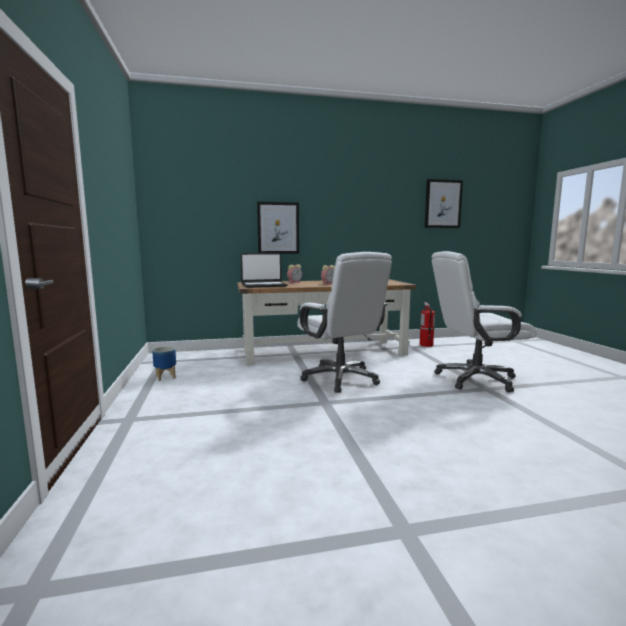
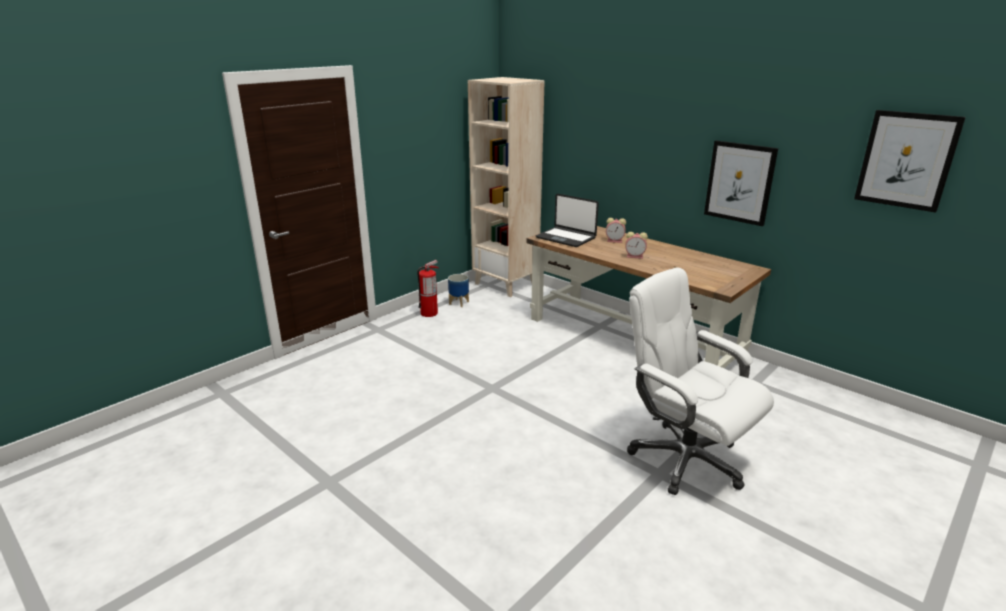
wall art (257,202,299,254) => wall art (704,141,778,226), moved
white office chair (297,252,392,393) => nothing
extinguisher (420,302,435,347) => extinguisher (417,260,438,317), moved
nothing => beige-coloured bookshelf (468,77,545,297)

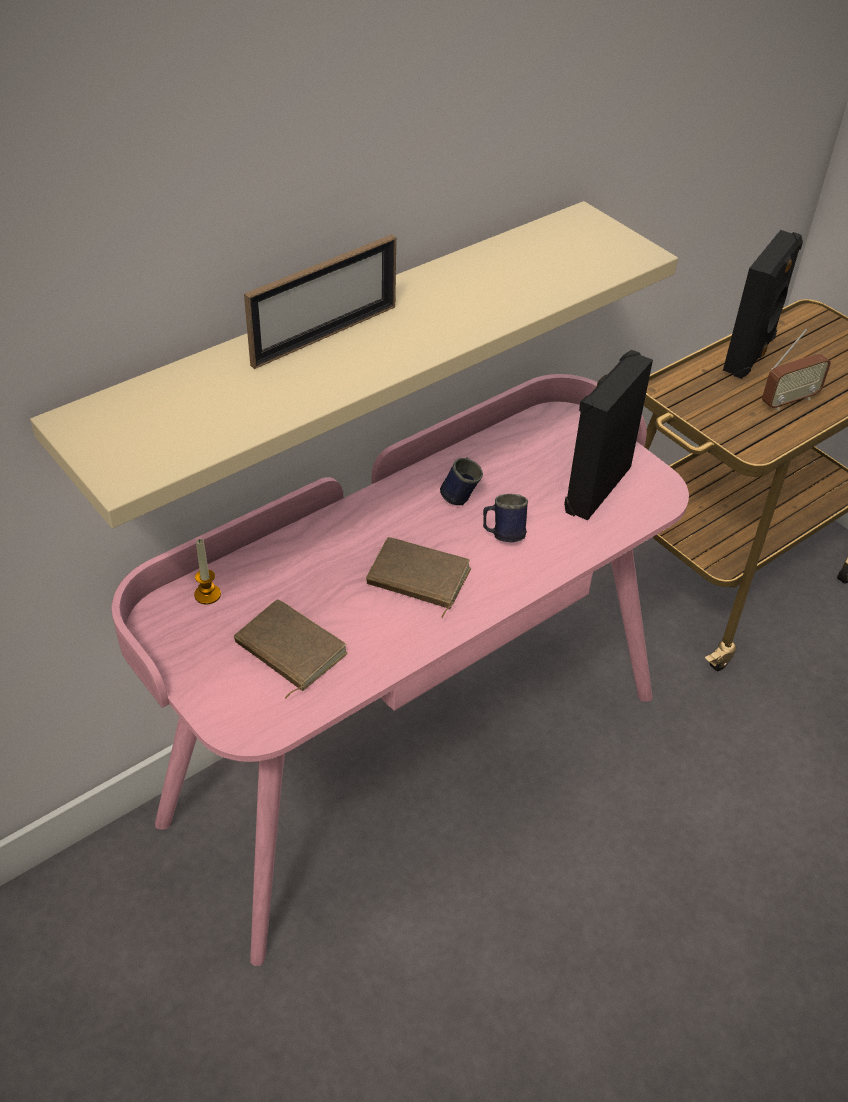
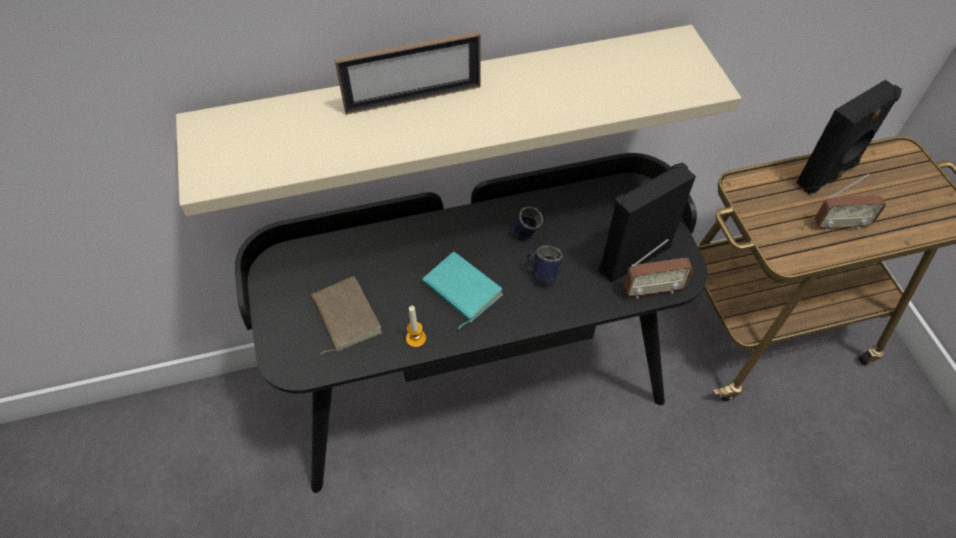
pink desk (111,374,689,966) => blackish desk (235,153,708,493)
brownish volume (366,537,471,618) => blue-green volume (422,252,503,329)
wax candle (194,539,221,605) => wax candle (406,306,426,348), moved
nothing => radio set (624,239,693,299)

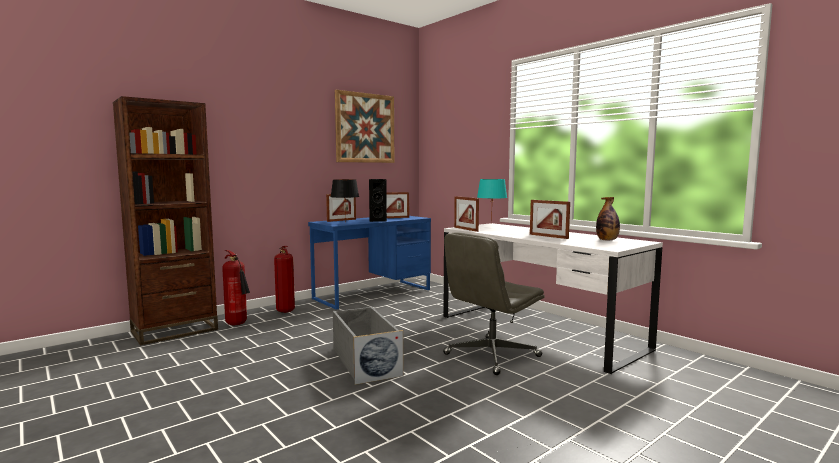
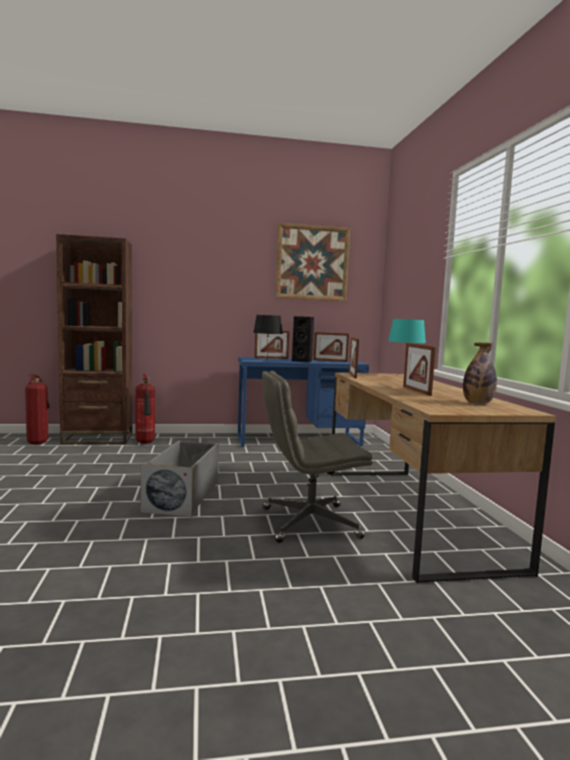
white desk (443,223,663,374) => brownish desk (330,373,556,584)
extinguisher (274,246,295,313) => extinguisher (25,374,49,444), moved

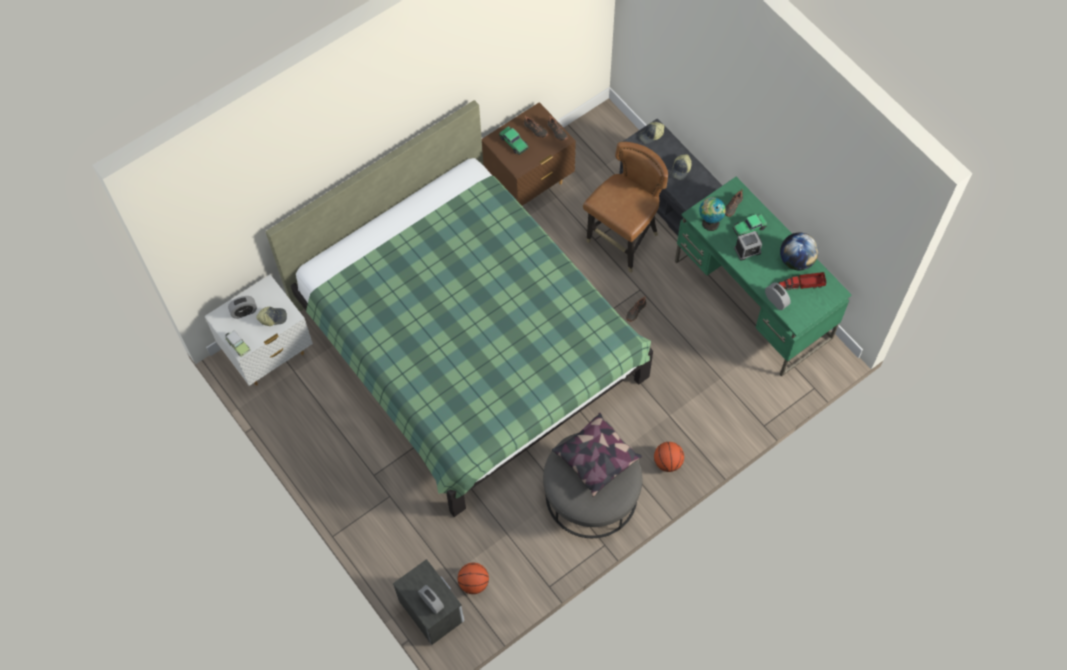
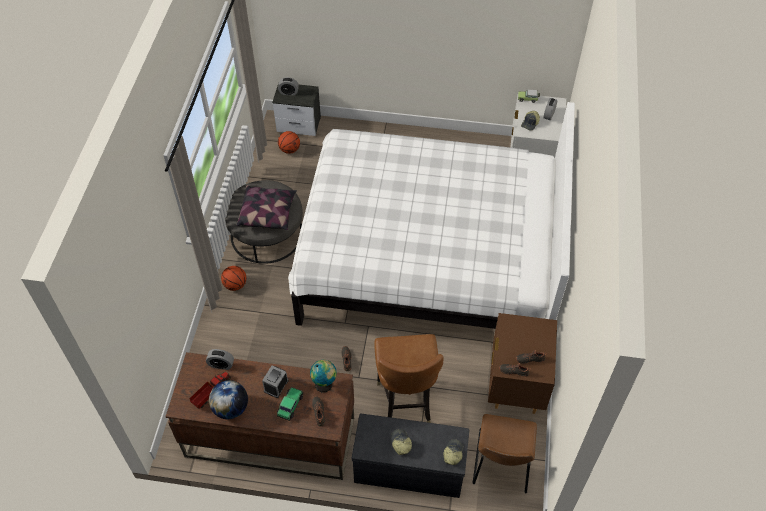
green bed (266,100,653,517) => white bed (288,102,575,329)
miniature car (499,126,529,155) => nothing
green desk (675,177,852,377) => brownish desk (165,352,354,480)
nothing => brownish plain chair (473,414,537,493)

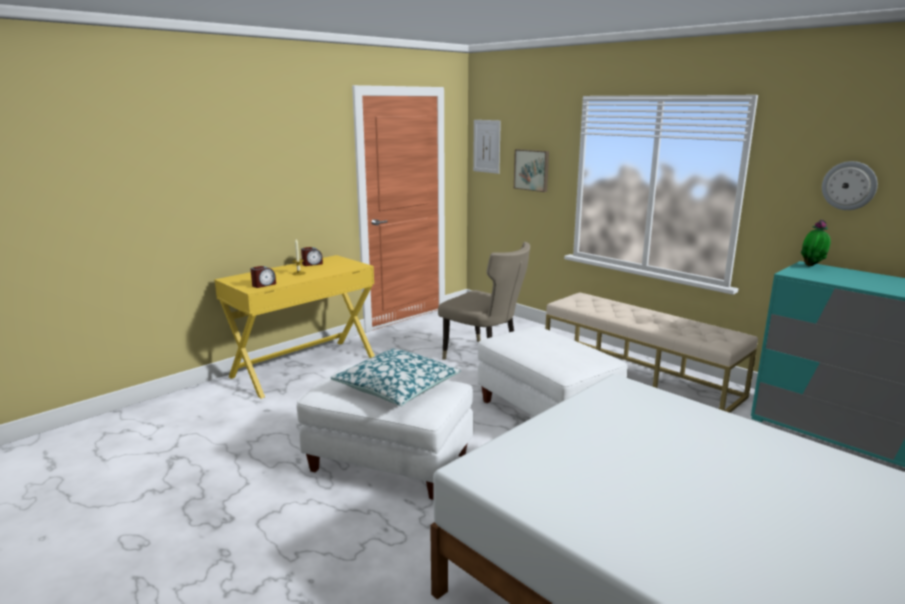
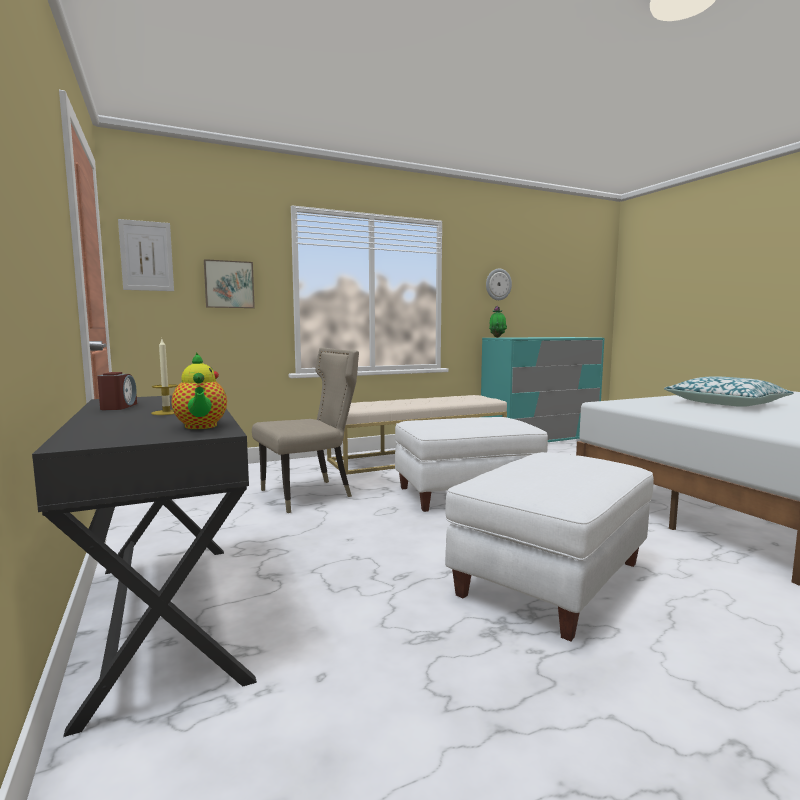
yellow desk (214,255,375,399) => blackish desk (32,395,257,737)
table clock (251,266,276,288) => tea pot (171,352,227,429)
throw pillow (331,348,461,406) => throw pillow (664,376,794,407), moved

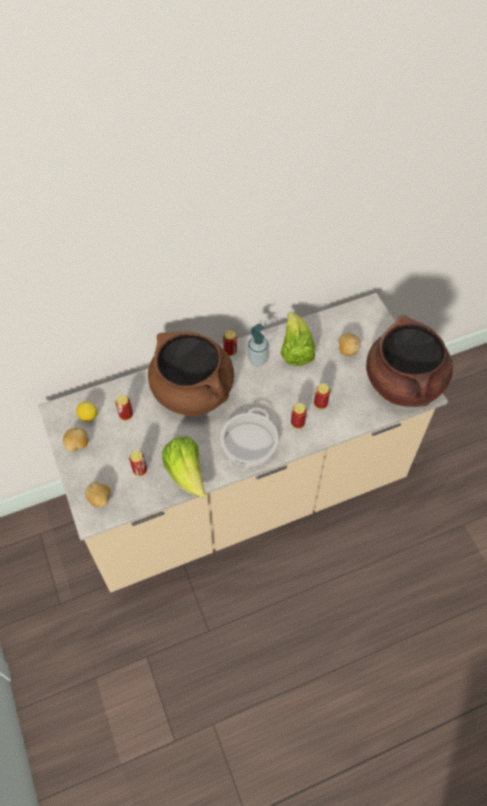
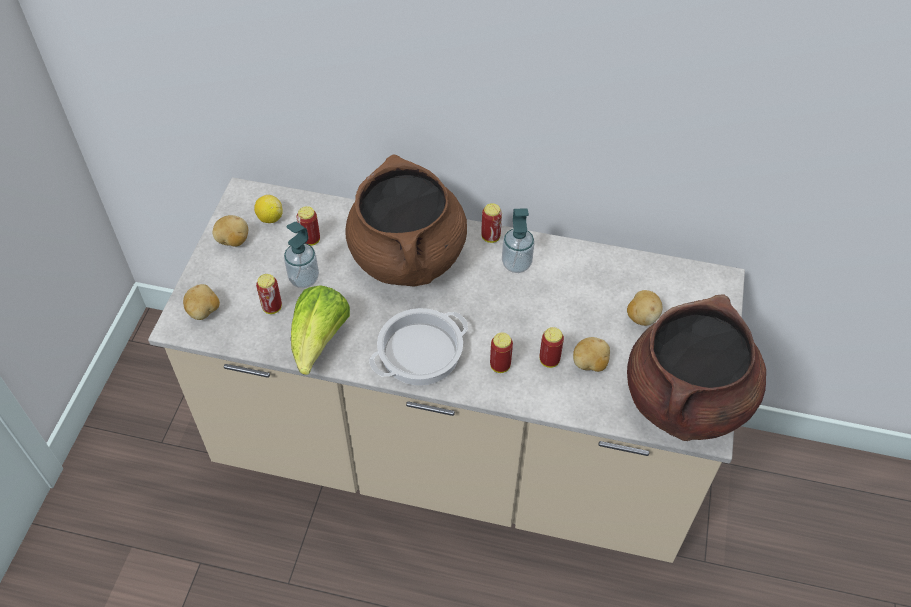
head of lettuce (281,312,315,366) => nothing
nothing => soap bottle (284,222,319,288)
nothing => whole potato (573,337,610,372)

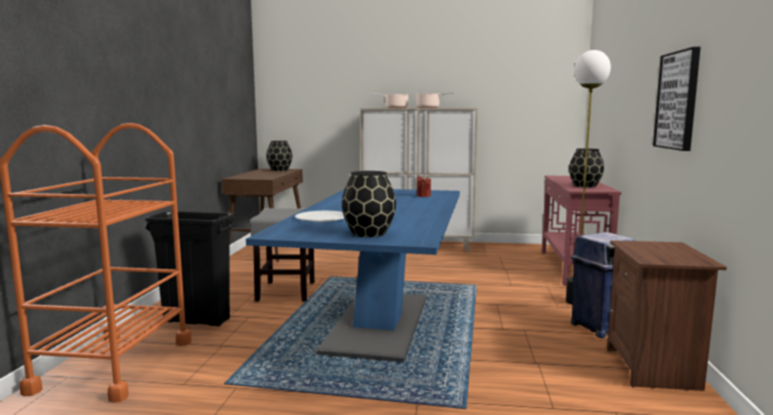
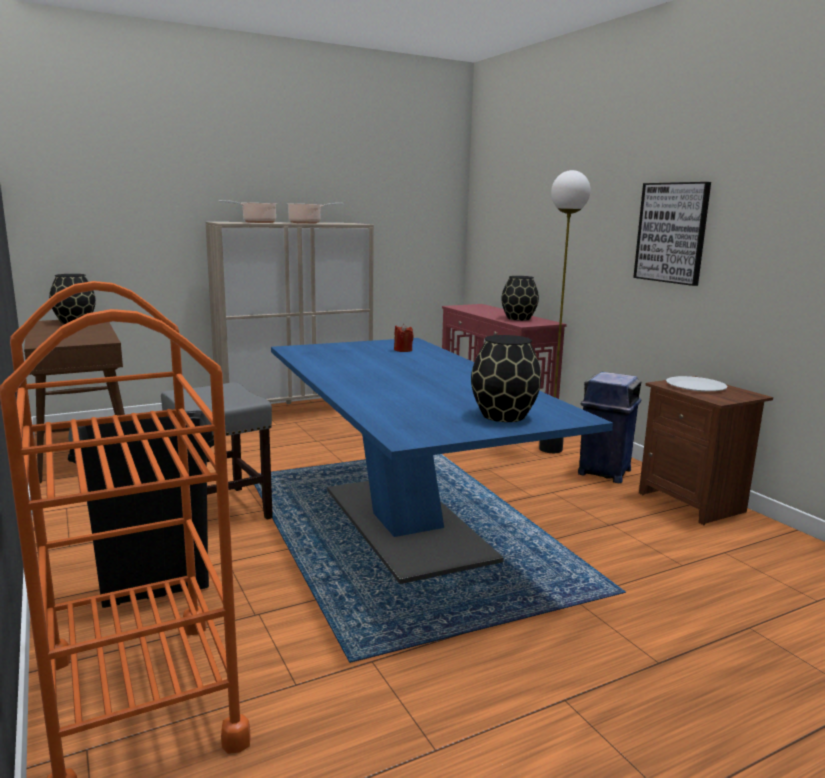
white dinner plate (295,211,344,222) => white dinner plate (666,376,727,392), moved

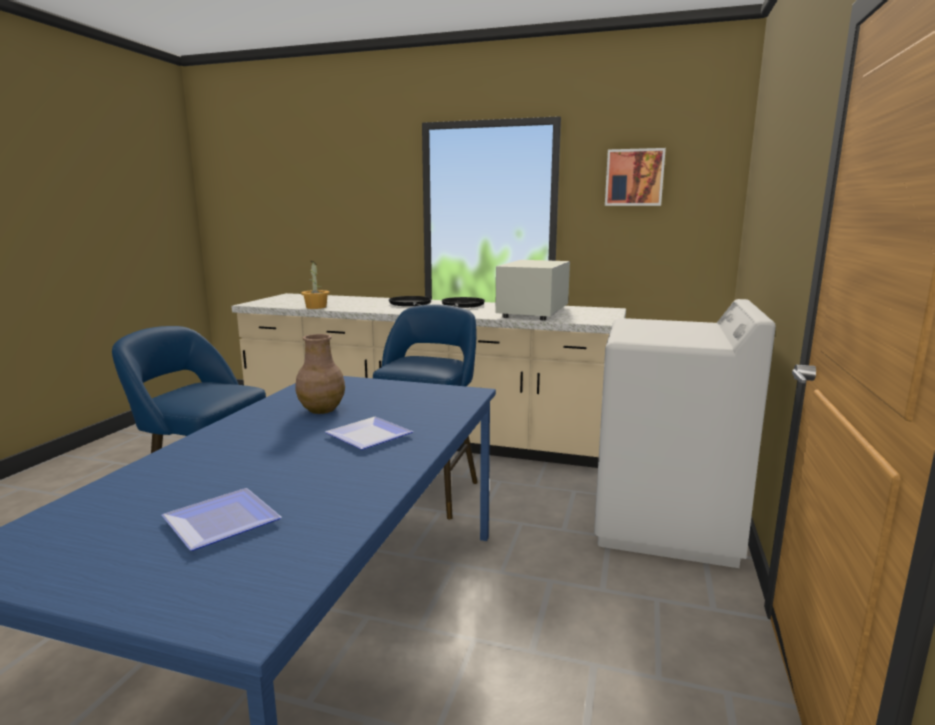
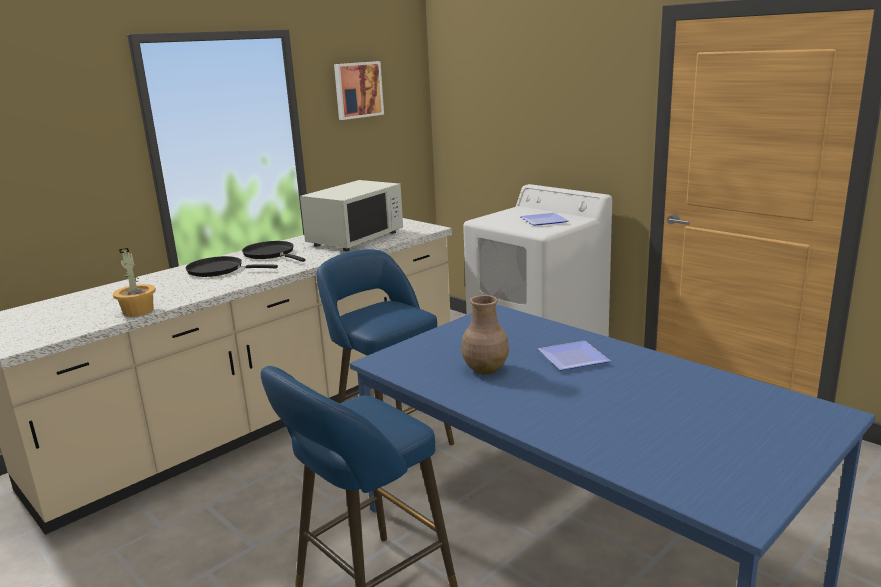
white microwave (495,260,570,320) => white microwave (300,180,403,251), 105 degrees counterclockwise
dinner plate (162,488,281,551) => dinner plate (520,213,569,225), moved

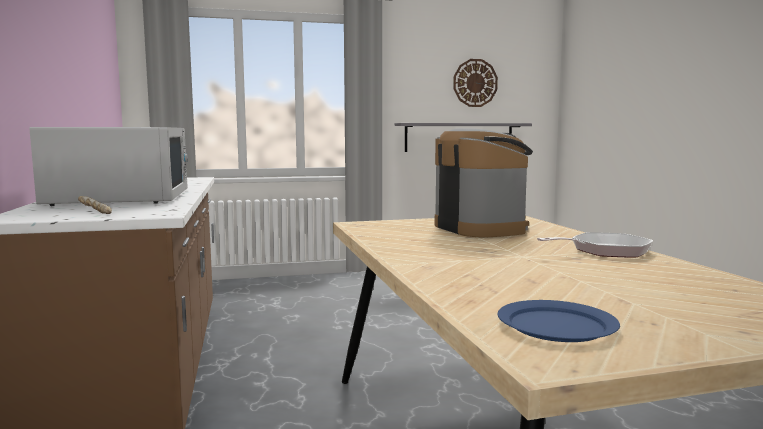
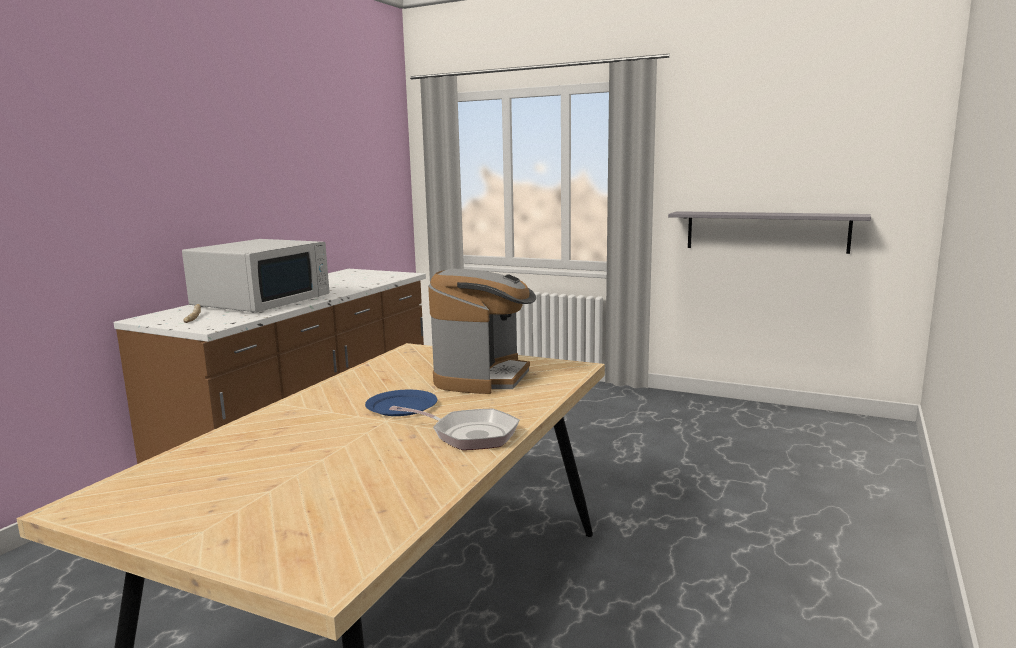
wall clock (453,59,498,107) => nothing
blue dinner plate (498,300,620,342) => blue dinner plate (365,390,438,416), moved

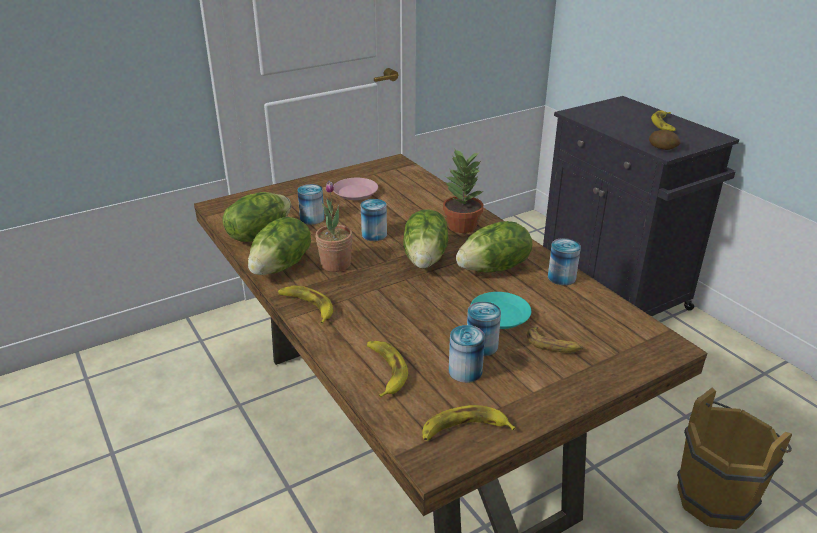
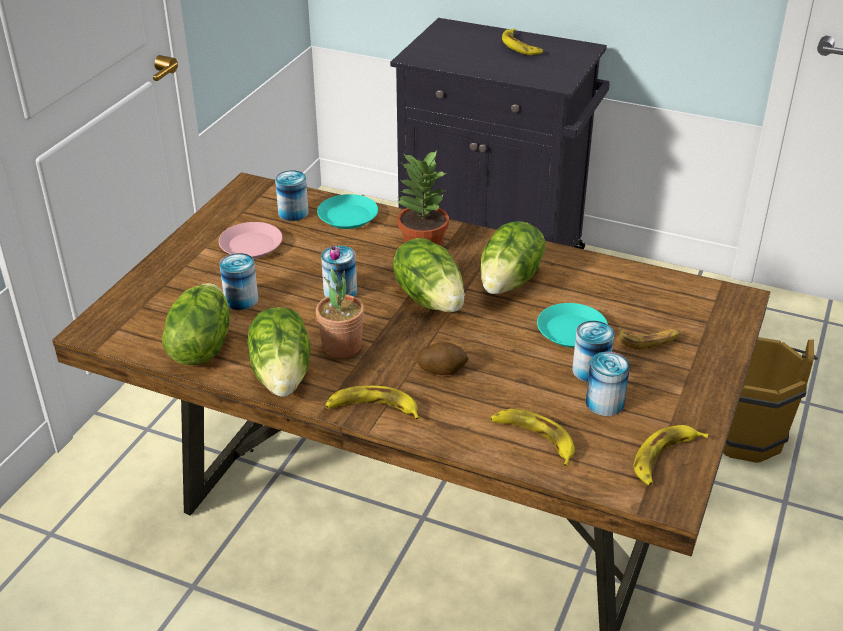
whole potato (649,130,681,150) => whole potato (417,342,469,375), moved
sealed can (548,238,581,285) => sealed can (275,170,309,221), moved
nothing => blue-green dinner plate (317,194,378,229)

